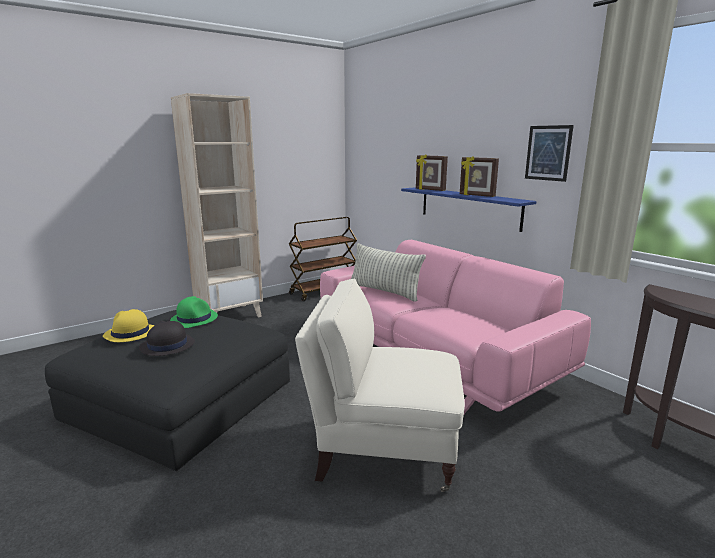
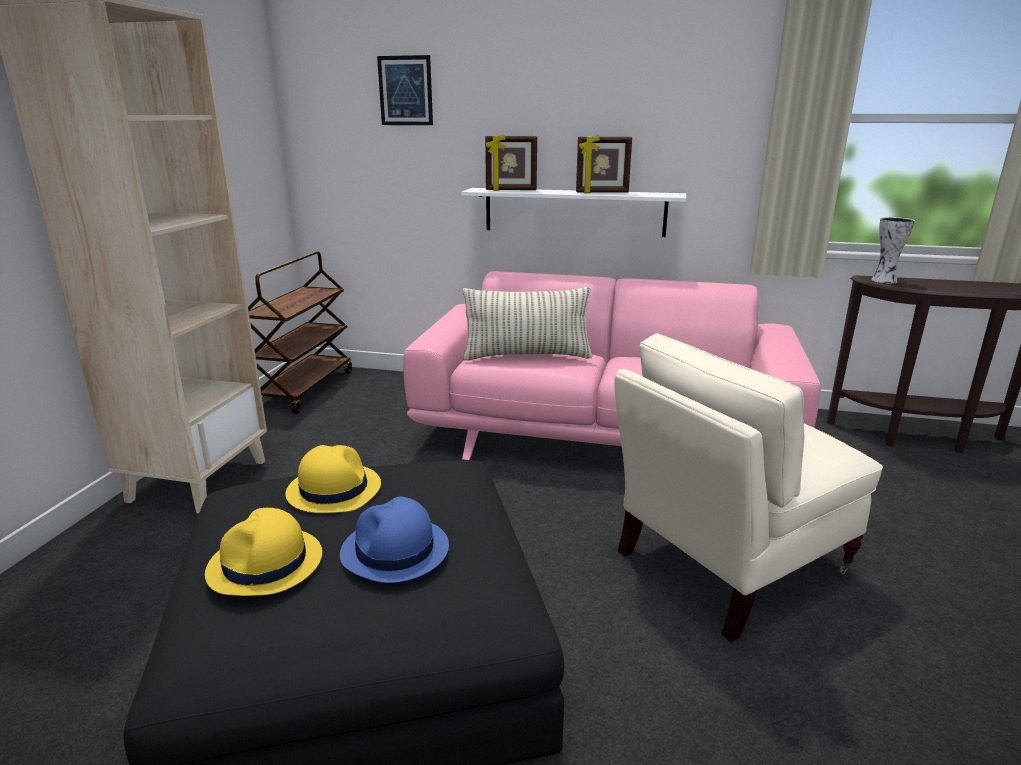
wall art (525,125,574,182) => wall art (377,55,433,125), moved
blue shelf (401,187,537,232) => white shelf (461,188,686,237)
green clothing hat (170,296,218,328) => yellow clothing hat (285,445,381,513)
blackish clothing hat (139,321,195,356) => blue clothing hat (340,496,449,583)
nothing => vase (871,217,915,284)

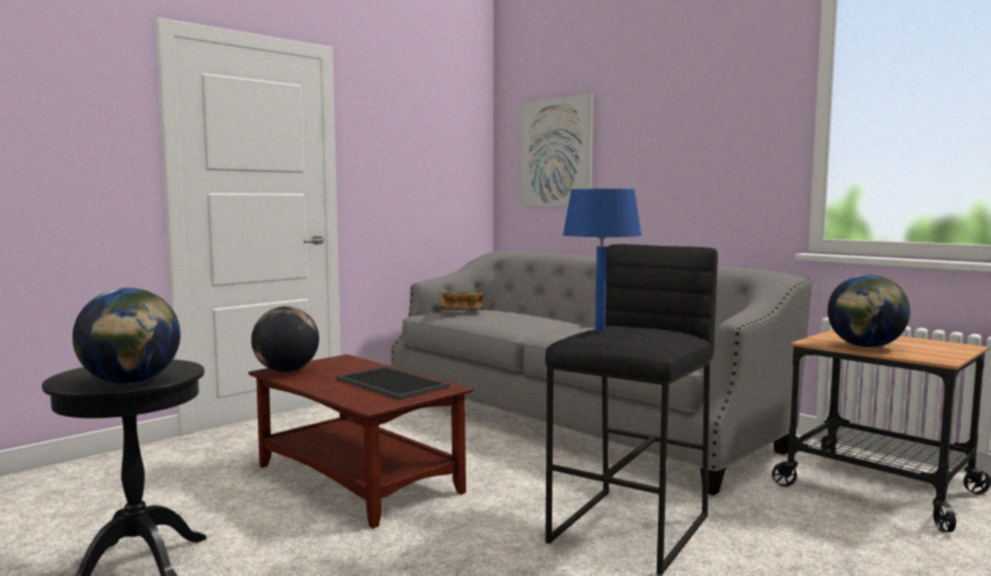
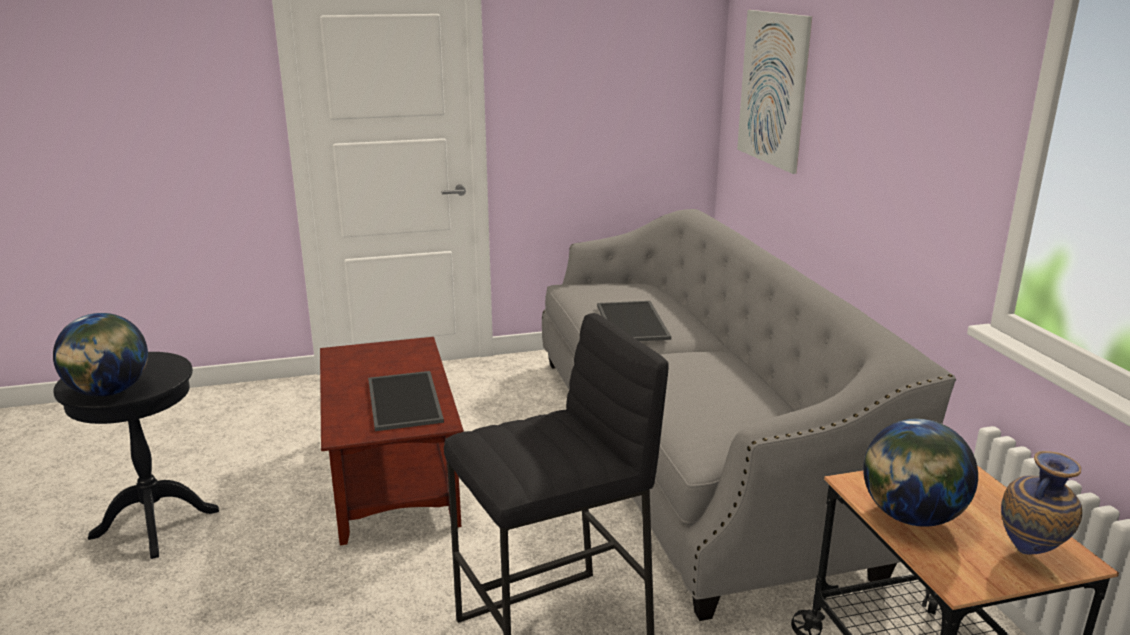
blue lamp for a table (563,189,642,331) => nothing
volume (439,292,484,310) => nothing
world globe (251,306,319,372) => nothing
nothing => serving tray (597,301,671,341)
nothing => vase (1001,451,1082,555)

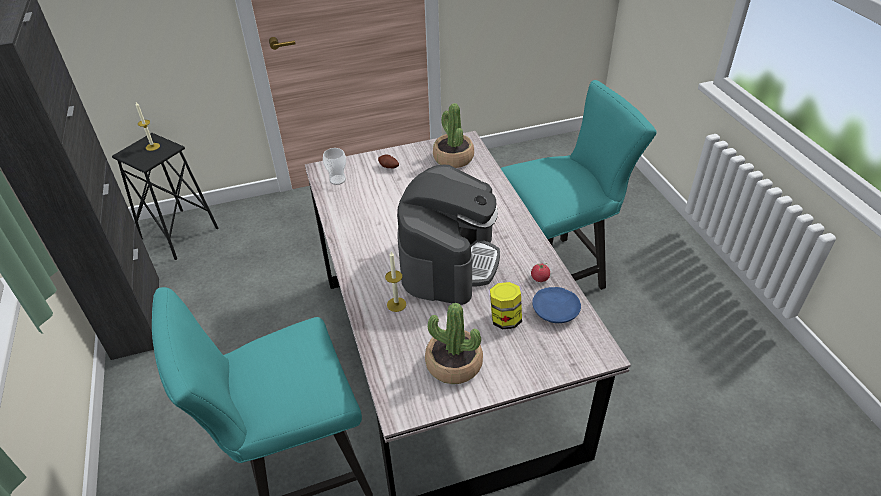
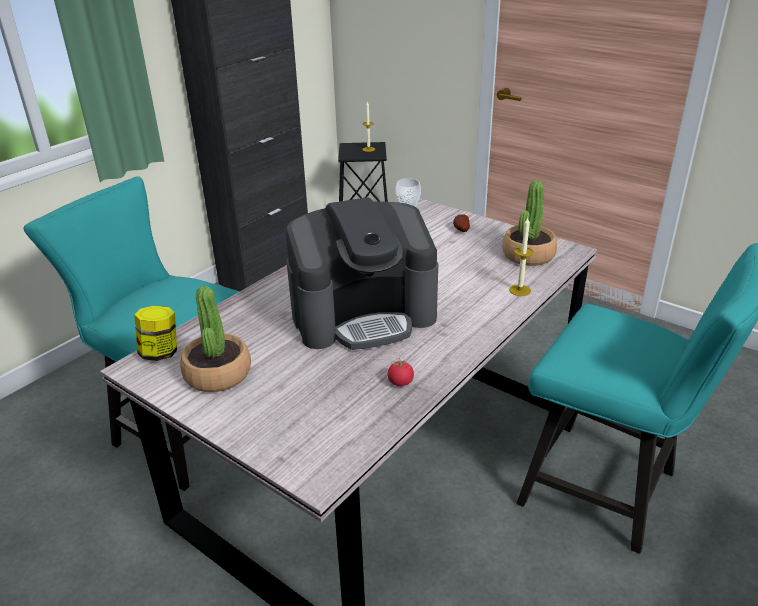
wax candle (385,251,406,312) => wax candle (509,218,534,296), moved
jar (490,282,522,329) => jar (134,306,177,361), moved
blue dinner plate (532,287,581,323) => nothing

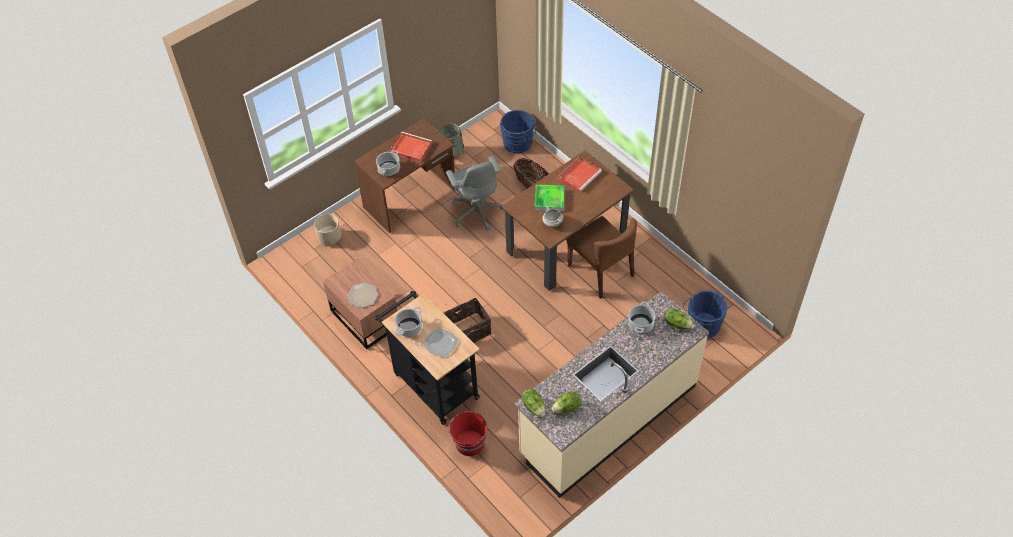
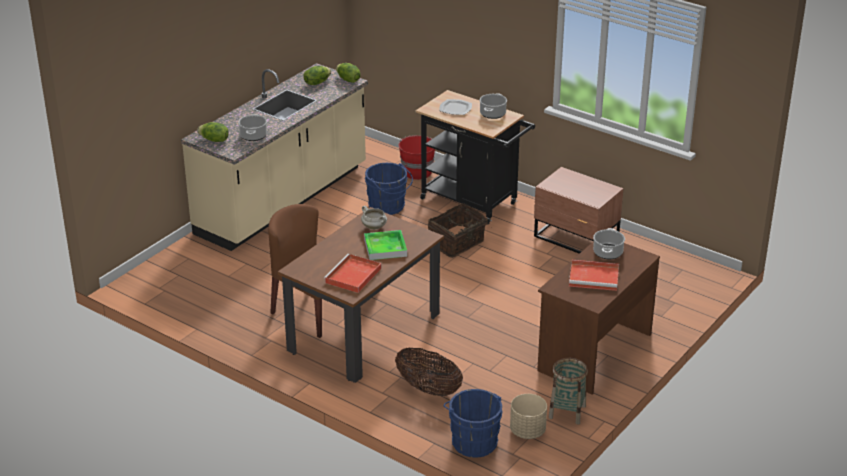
grey office chair (446,156,503,230) => nothing
beige-coloured plant pot (314,214,341,245) => beige-coloured plant pot (510,394,547,439), moved
dinner plate (347,282,378,308) => nothing
blue bucket (683,290,727,339) => blue bucket (365,163,413,215), moved

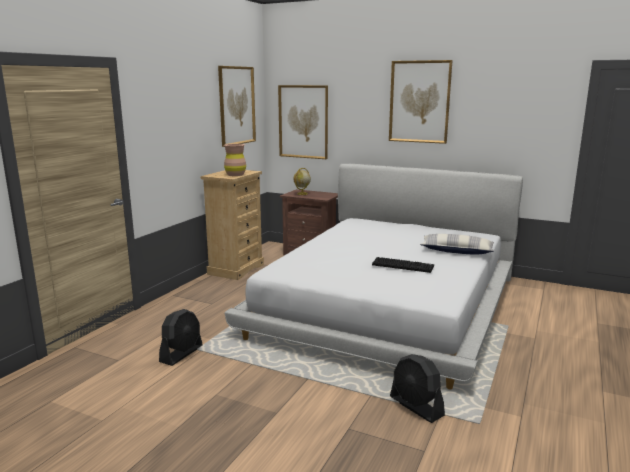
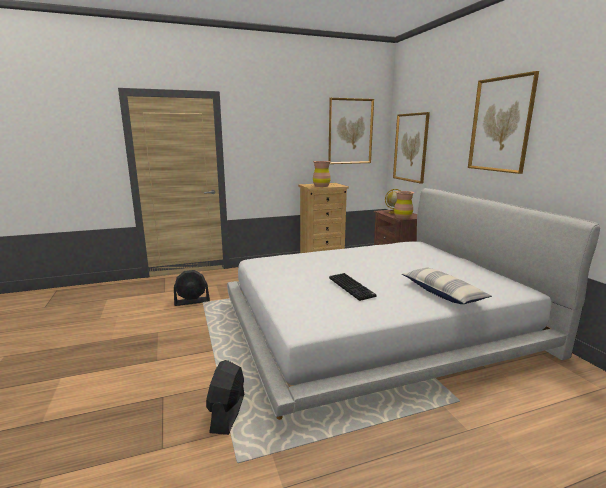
nothing => brownish vase (394,191,414,219)

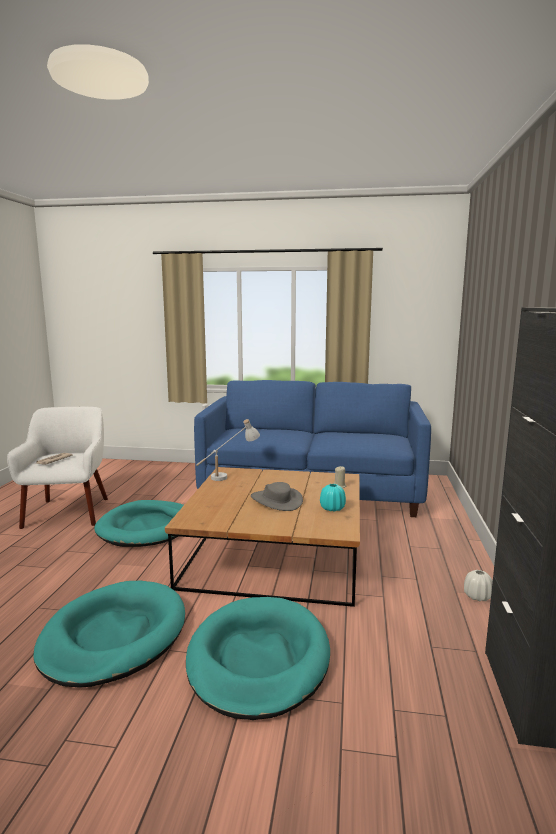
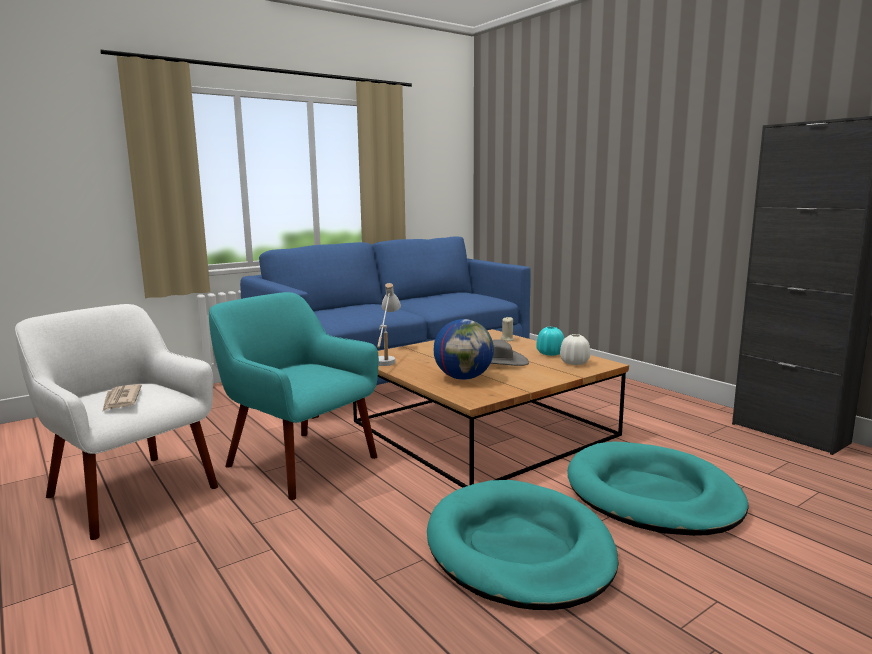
blue-green pet bed (94,500,184,547) => blue-green armchair (209,292,379,500)
white vase (464,570,493,601) => white vase (560,334,590,365), moved
nothing => world globe (434,319,494,380)

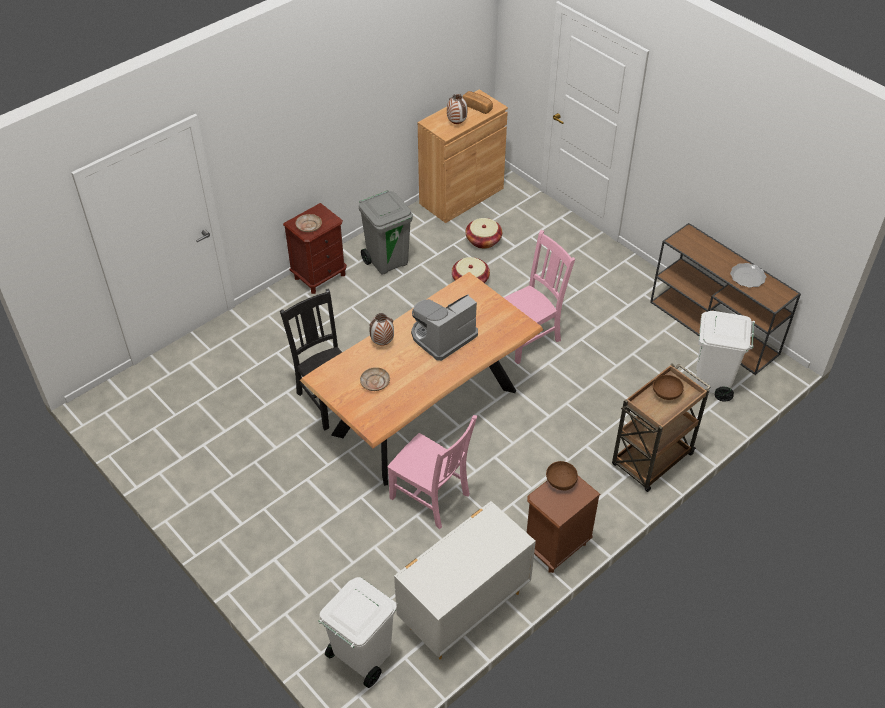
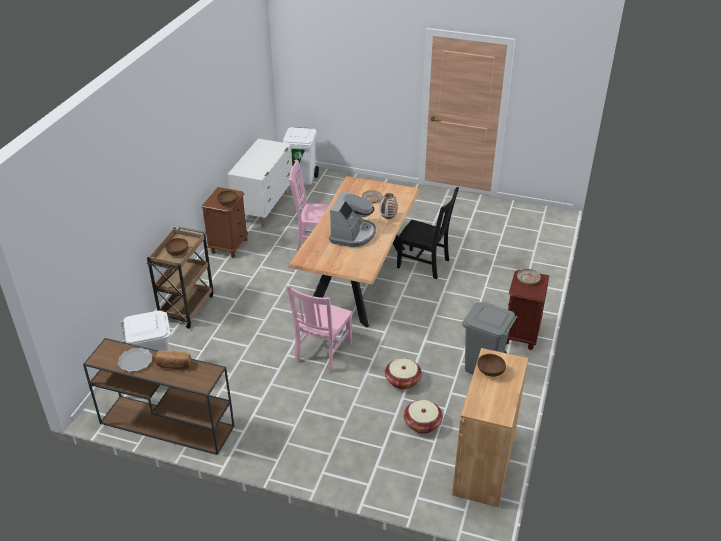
bakery bread (463,91,493,114) => bakery bread (155,350,191,369), moved
vase (447,94,467,124) => brownish bowl (477,354,506,377)

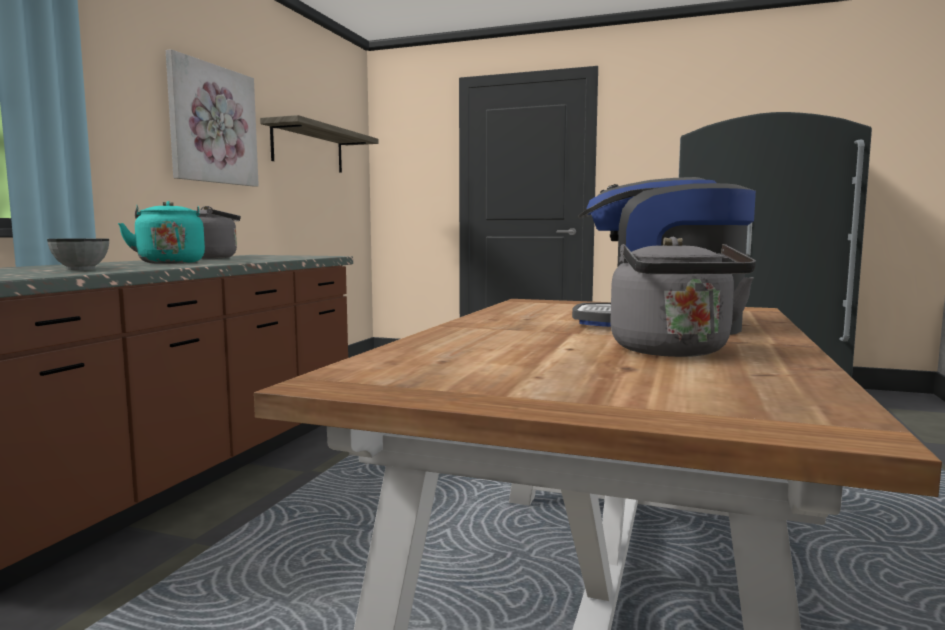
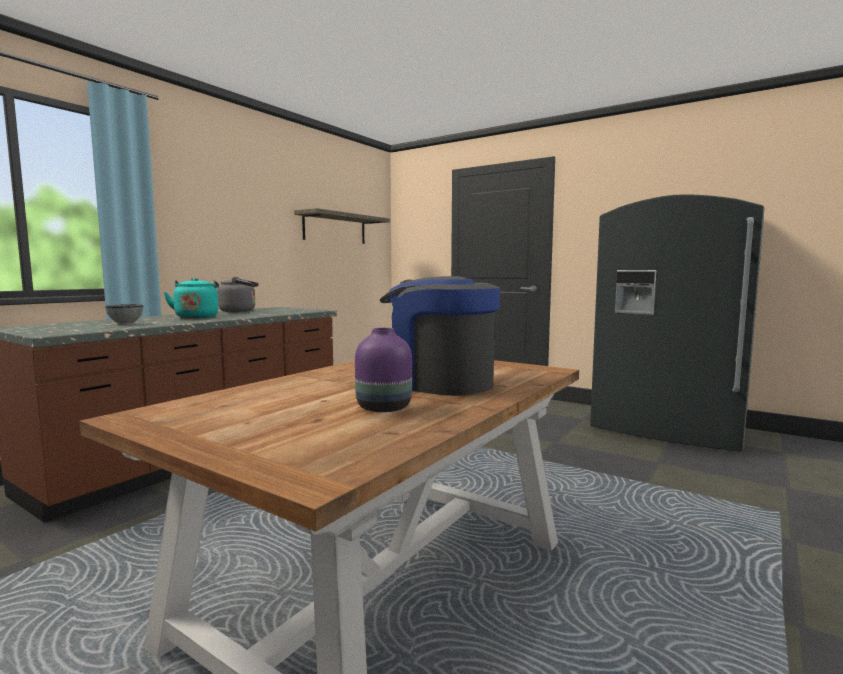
wall art (166,49,259,187) => nothing
grey tea kettle (610,237,756,357) => purplish vase (355,328,412,412)

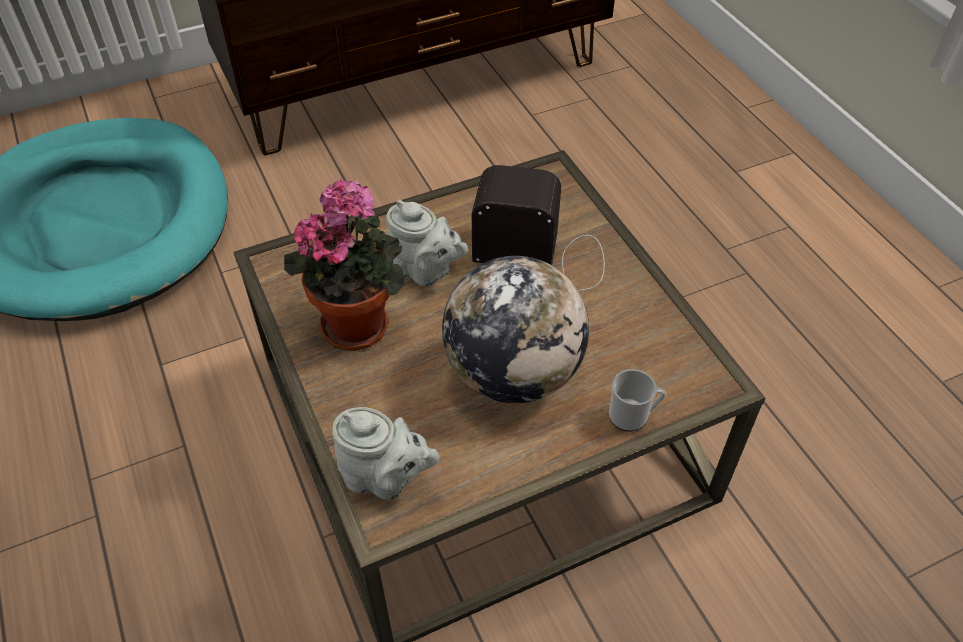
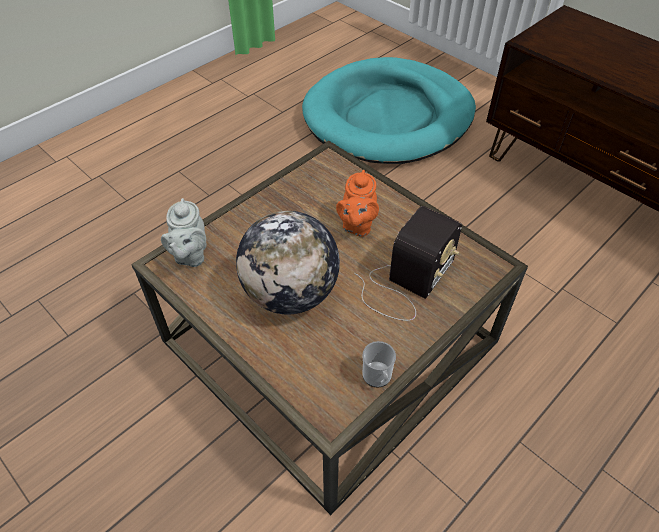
radio set (472,165,605,291) => radio set (354,206,462,321), 45 degrees clockwise
plant in a pot (284,178,405,351) => nothing
grey tea pot (386,200,468,286) => orangey tea pot (336,170,379,237)
coffee mug (609,369,666,432) => coffee mug (362,341,396,388), moved

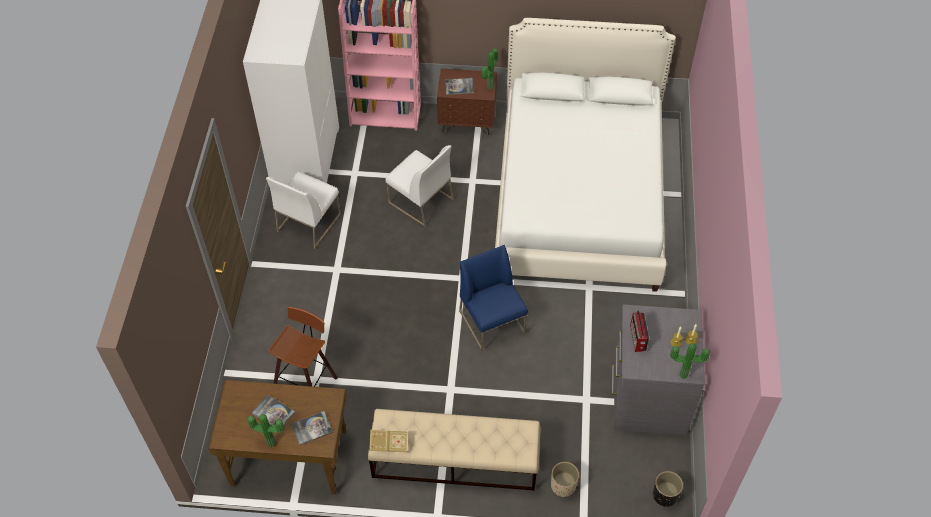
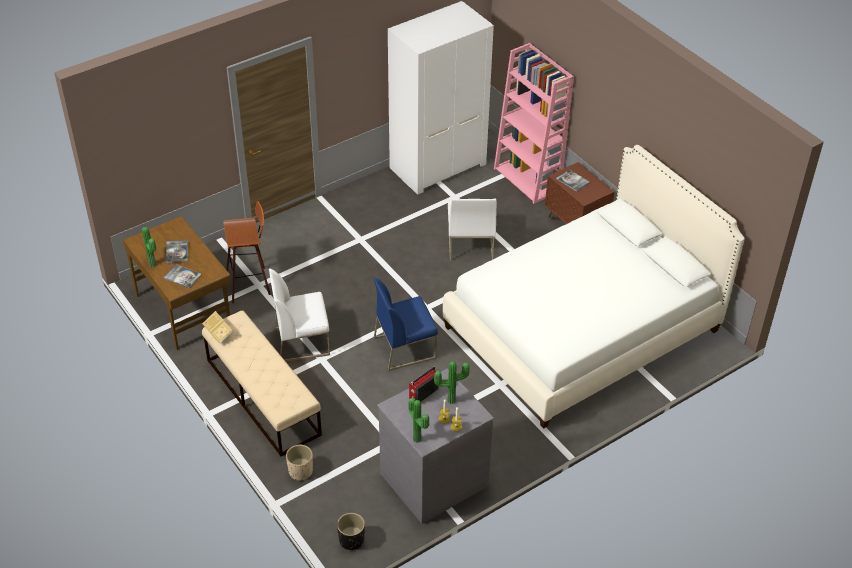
plant in a pot (481,49,498,89) => plant in a pot (434,361,470,404), moved
white plain chair (266,172,341,249) => white plain chair (269,269,330,362), moved
blue plain chair (459,245,528,351) => blue plain chair (373,278,438,371), 135 degrees counterclockwise

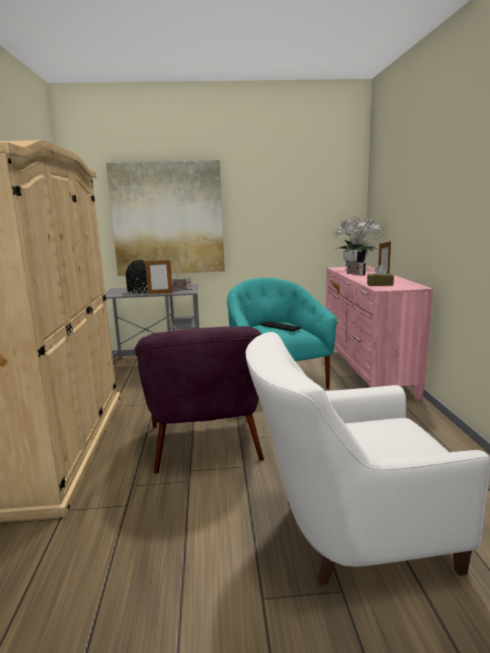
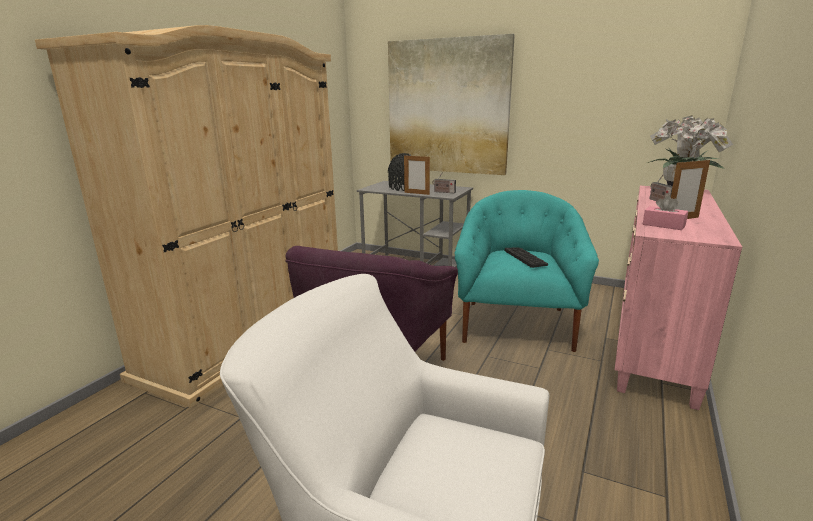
brownish tissue box (367,265,394,286) => pink tissue box (643,195,688,230)

